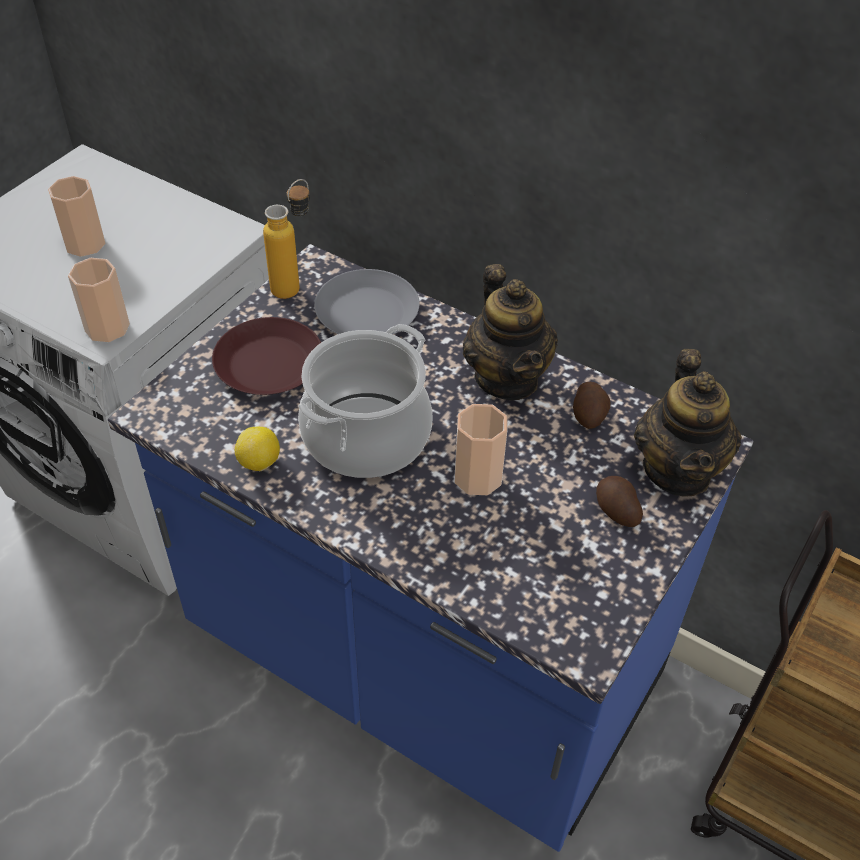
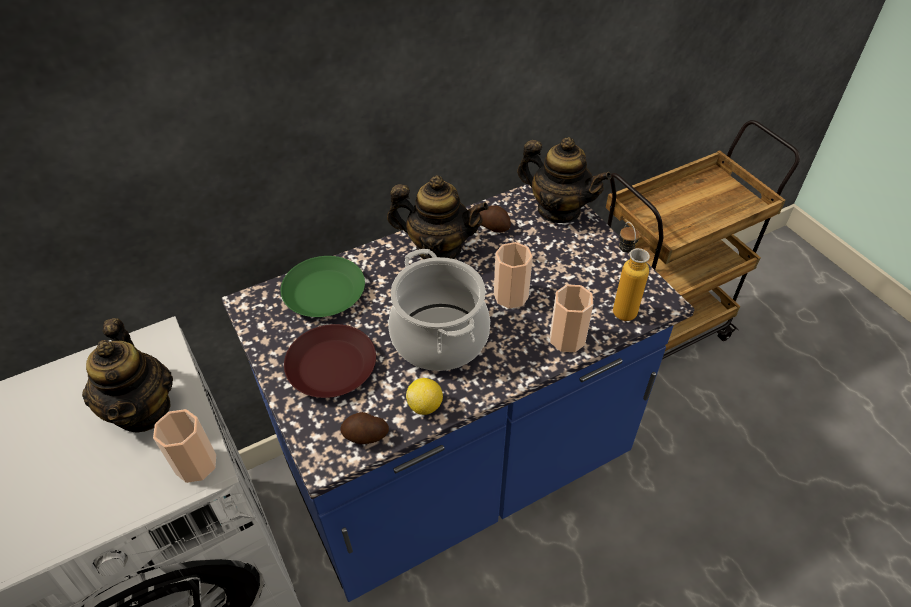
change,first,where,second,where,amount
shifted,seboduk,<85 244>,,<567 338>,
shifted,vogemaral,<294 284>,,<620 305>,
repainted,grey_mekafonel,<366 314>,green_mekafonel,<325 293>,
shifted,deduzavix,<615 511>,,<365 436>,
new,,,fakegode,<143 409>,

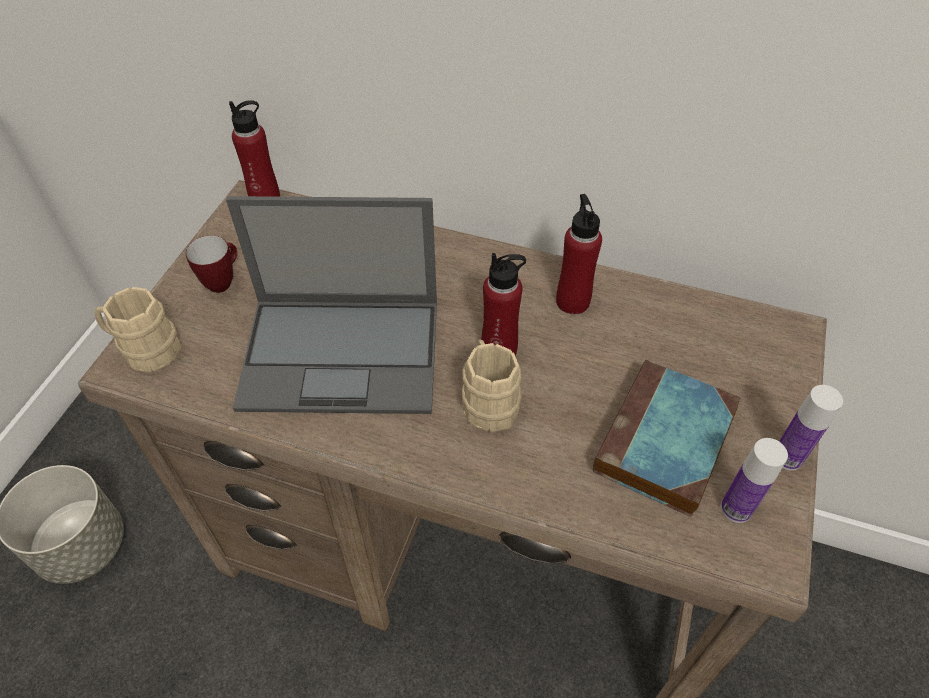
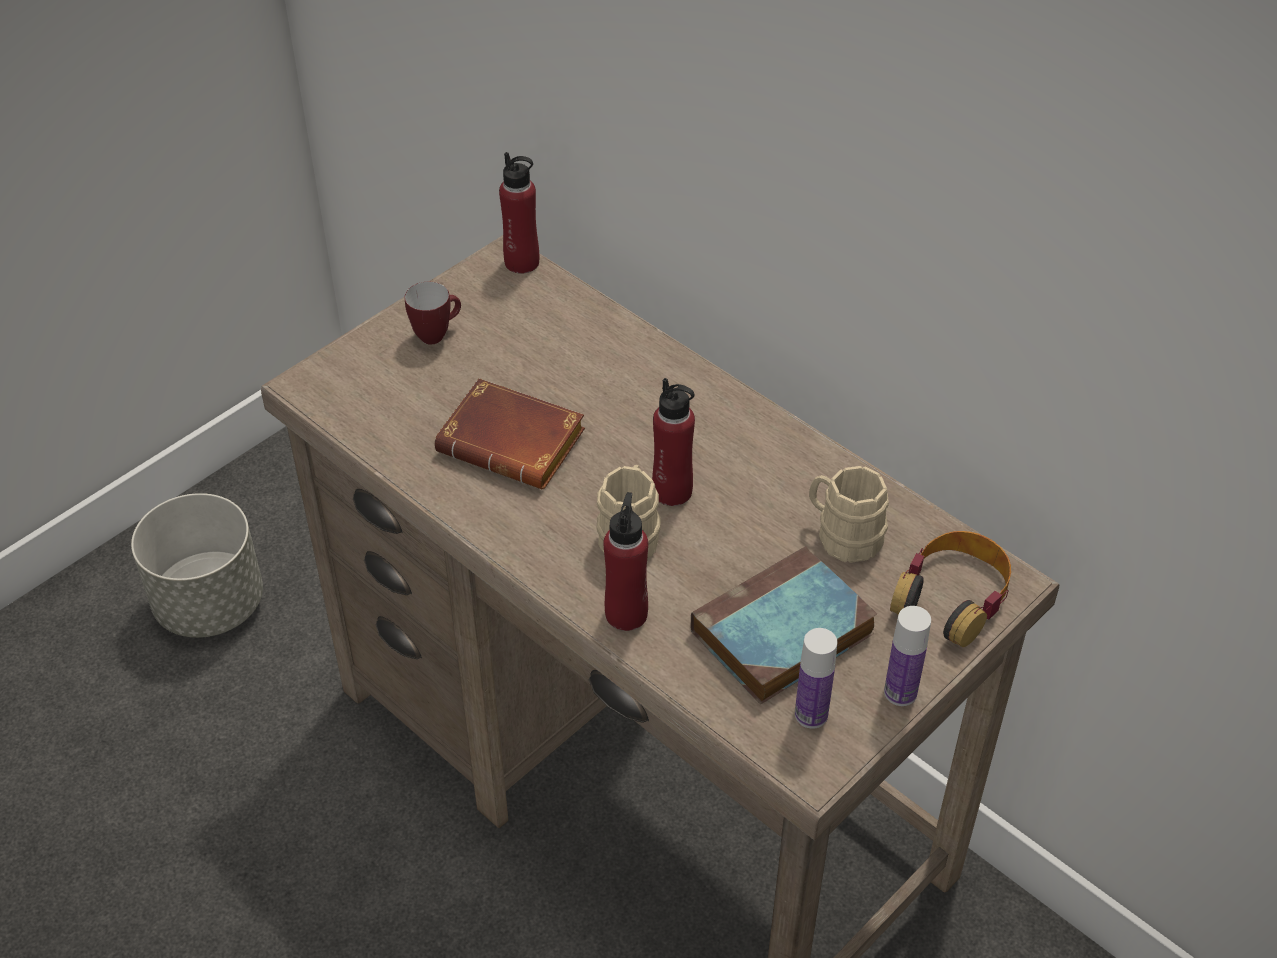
change,first,where,second,where,amount
shifted,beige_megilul,<145 350>,,<842 536>,
swapped,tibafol,<344 354>,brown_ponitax,<516 442>,
shifted,red_vogemaral,<572 301>,,<626 613>,
new,,,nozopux,<952 596>,

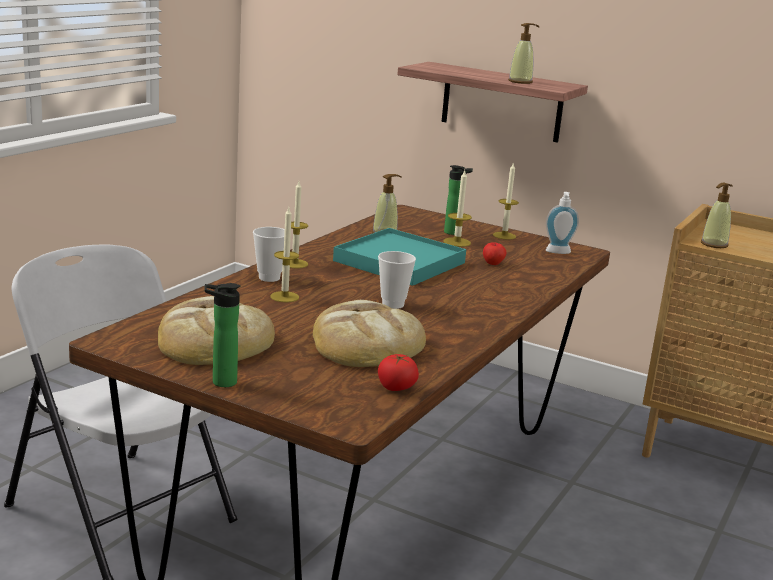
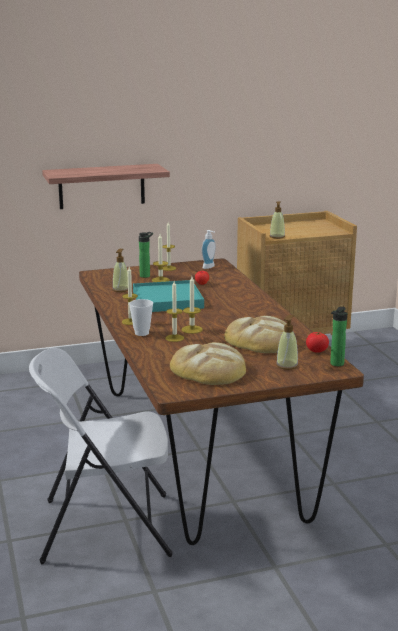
change,first,where,second,where,amount
shifted,vogemaral,<220 382>,,<336 364>,
gone,seboduk,<393 304>,,,
shifted,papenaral,<520 82>,,<287 365>,
new,,,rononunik,<192 329>,

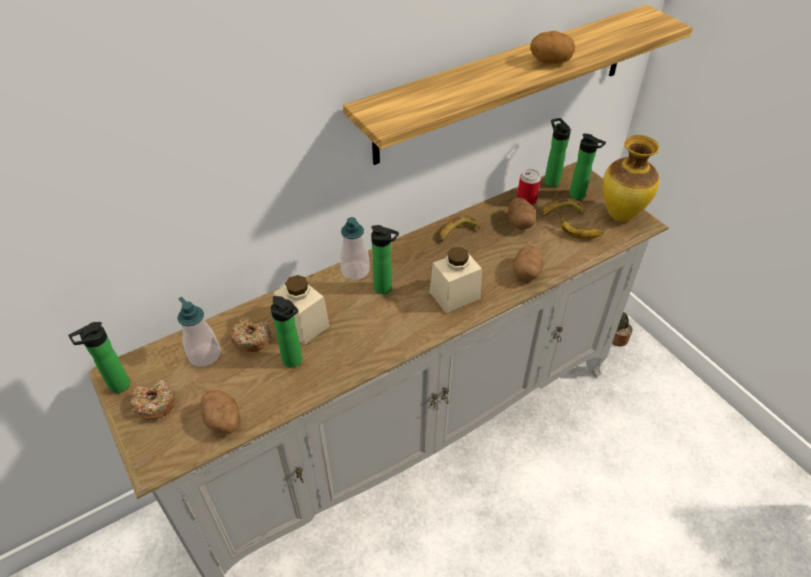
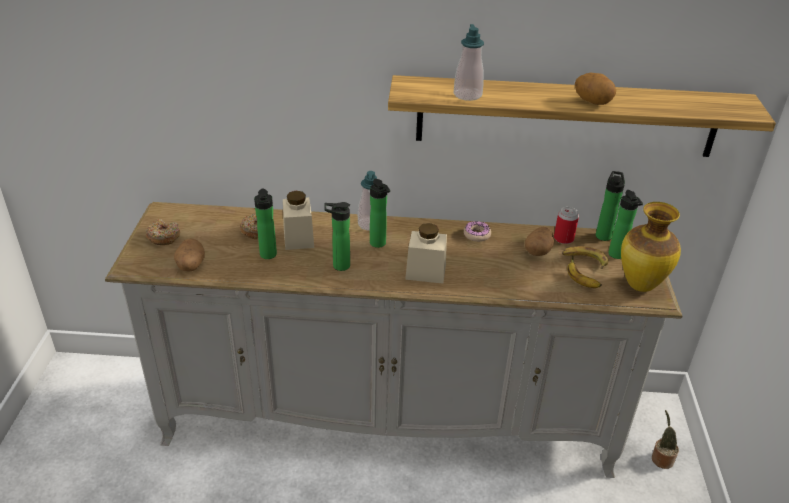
change,first,where,second,where,amount
shifted,vogemaral,<116 387>,,<338 266>,
shifted,papenaral,<204 355>,,<467 95>,
swapped,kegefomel,<457 232>,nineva,<477 235>,
gone,deduzavix,<526 272>,,,

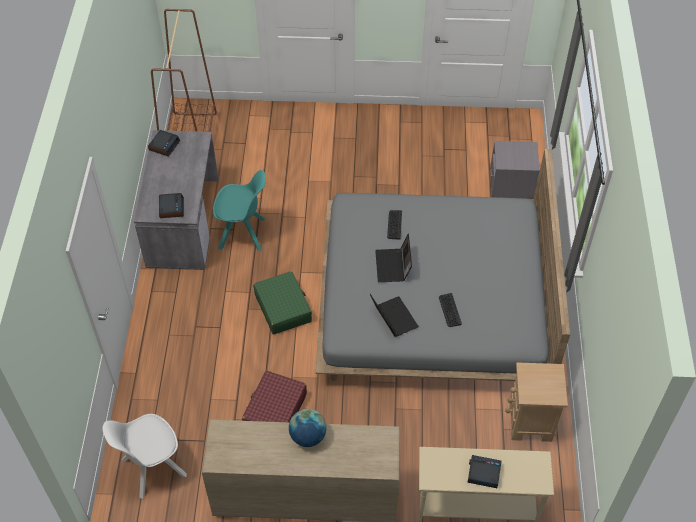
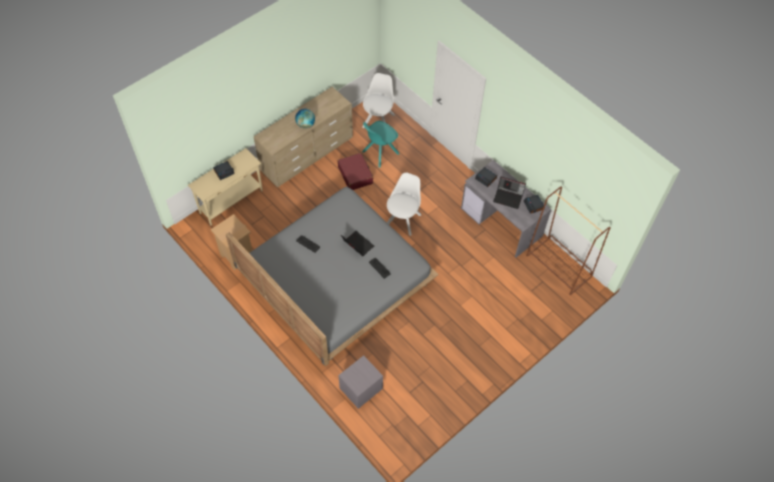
change,first,where,second,where,amount
shifted,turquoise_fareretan,<243 234>,,<380 153>,
swapped,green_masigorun,<283 308>,white_fareretan,<403 219>,
shifted,tibafol,<393 318>,,<508 197>,

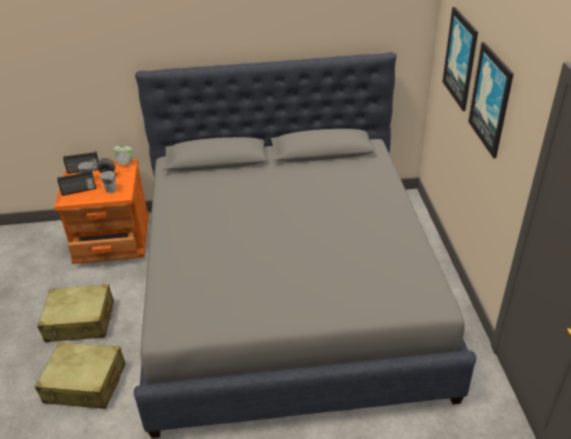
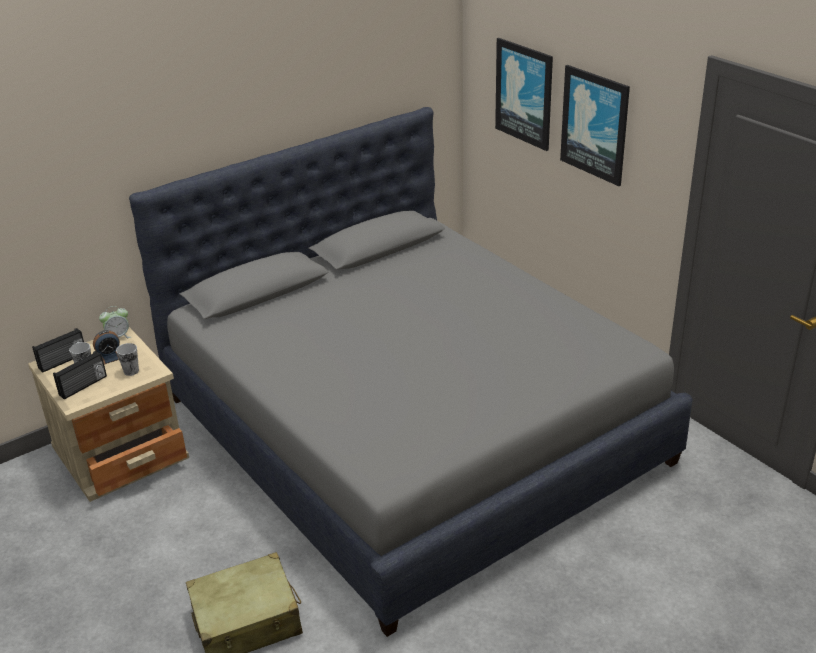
change,first,where,second,where,amount
gone,beige_masigorun,<80 321>,,,
repainted,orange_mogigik,<112 241>,beige_mogigik,<124 455>,

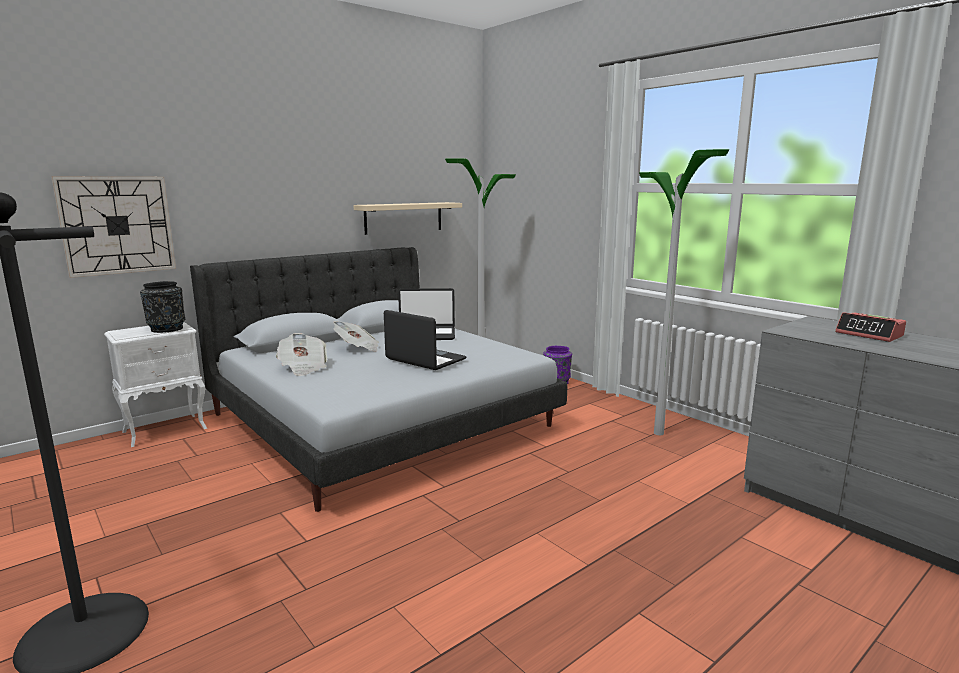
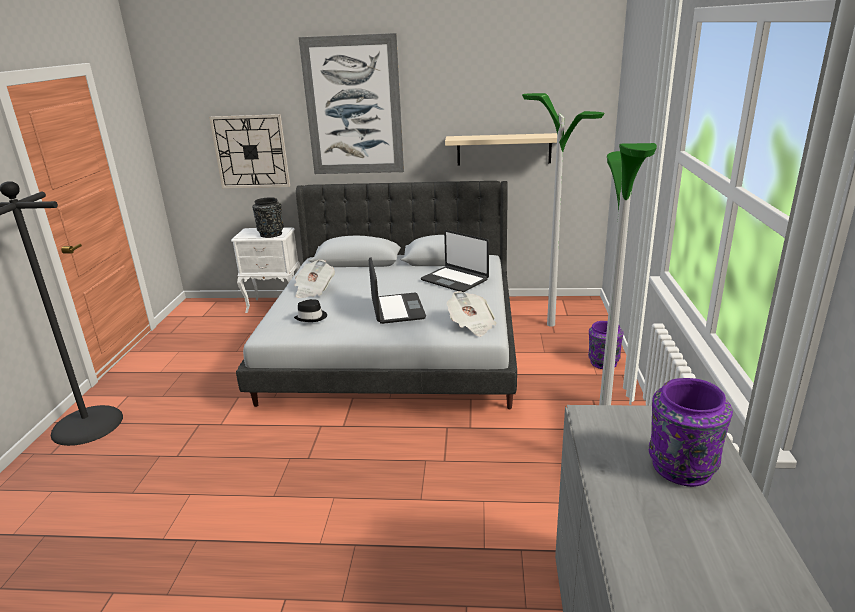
change,first,where,second,where,amount
shifted,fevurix,<358 348>,,<471 325>,
swapped,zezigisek,<869 334>,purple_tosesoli,<681 468>,
new,,,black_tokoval,<311 317>,
new,,,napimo,<353 106>,

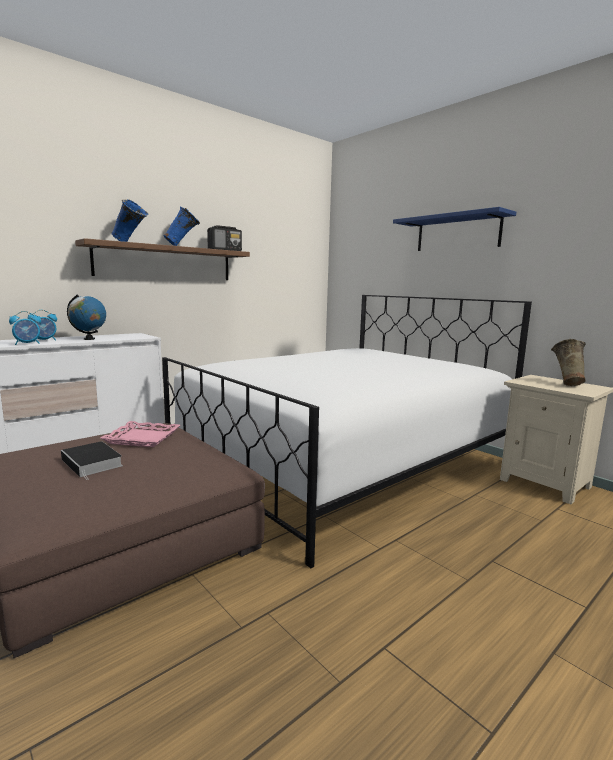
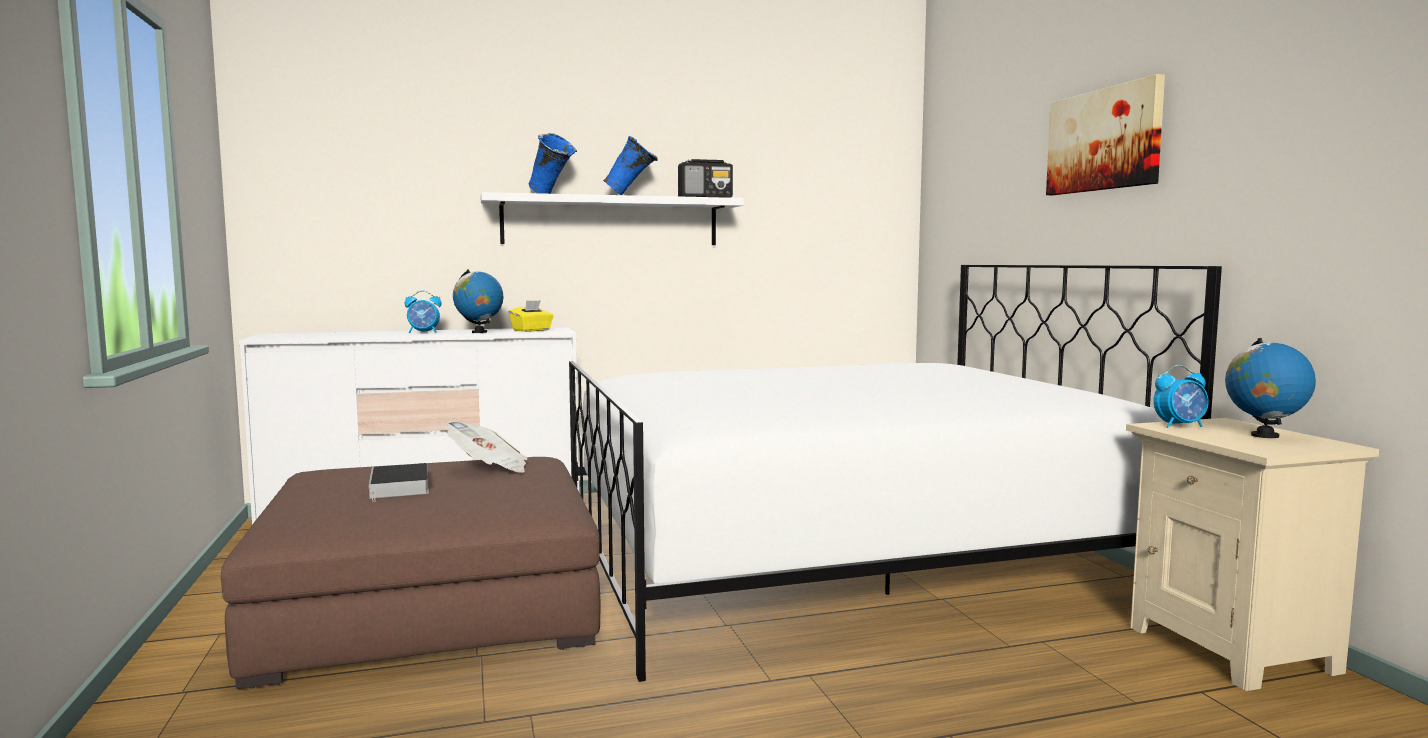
change,first,where,second,where,amount
shifted,zezigisek,<28 344>,,<1180 426>,
repainted,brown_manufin,<166 262>,white_manufin,<611 221>,
swapped,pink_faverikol,<143 438>,fevurix,<489 468>,
swapped,blue_manufin,<457 233>,napimo,<1104 140>,
swapped,beige_tosesoli,<566 384>,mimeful,<1264 436>,
new,,,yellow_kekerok,<532 330>,

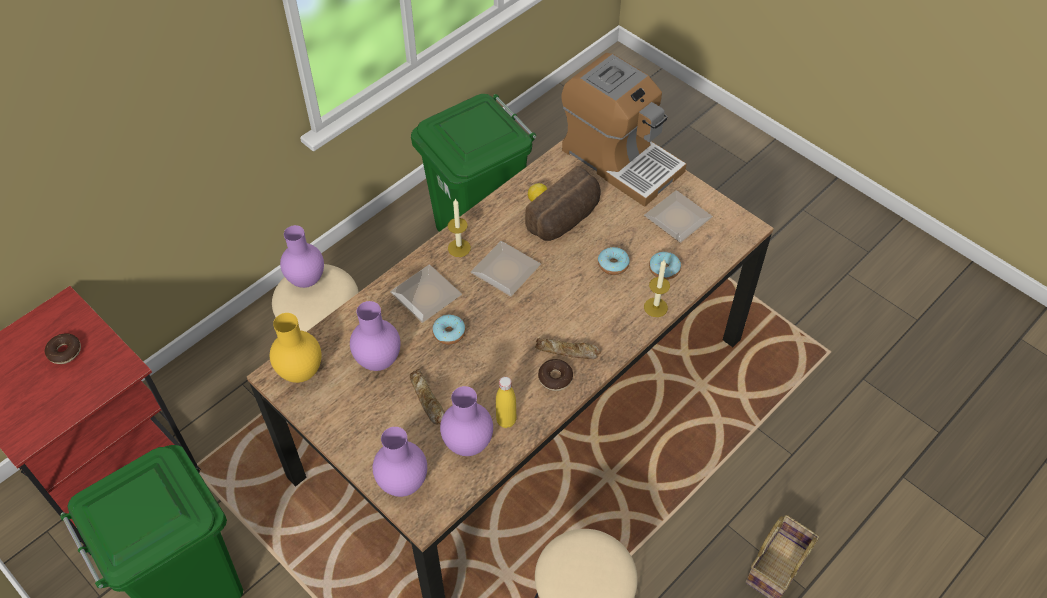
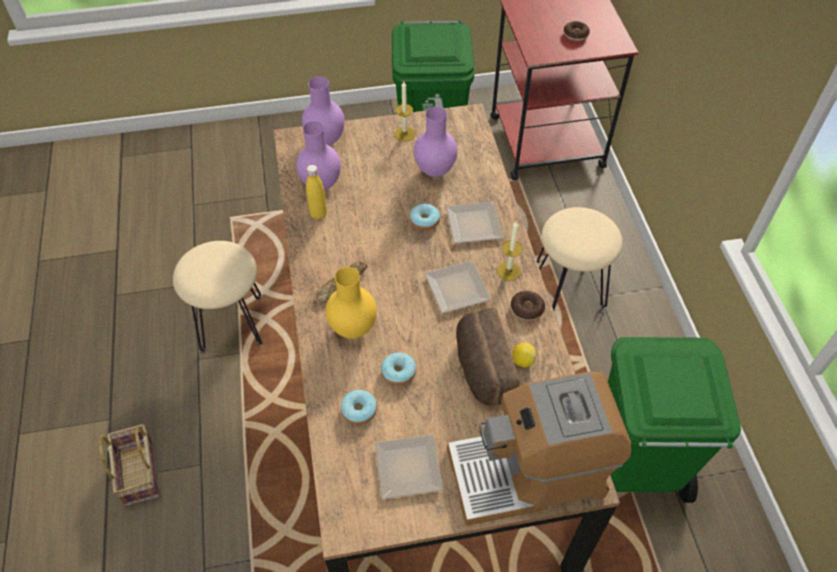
change,first,where,second,where,amount
shifted,yellow_tosesoli,<301 373>,,<352 328>,
gone,purple_tosesoli,<306 279>,,,
gone,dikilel,<427 400>,,,
shifted,nineva,<555 378>,,<526 309>,
shifted,rononunik,<655 307>,,<404 134>,

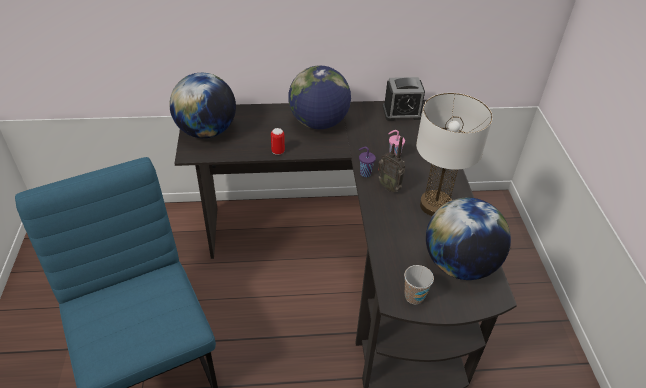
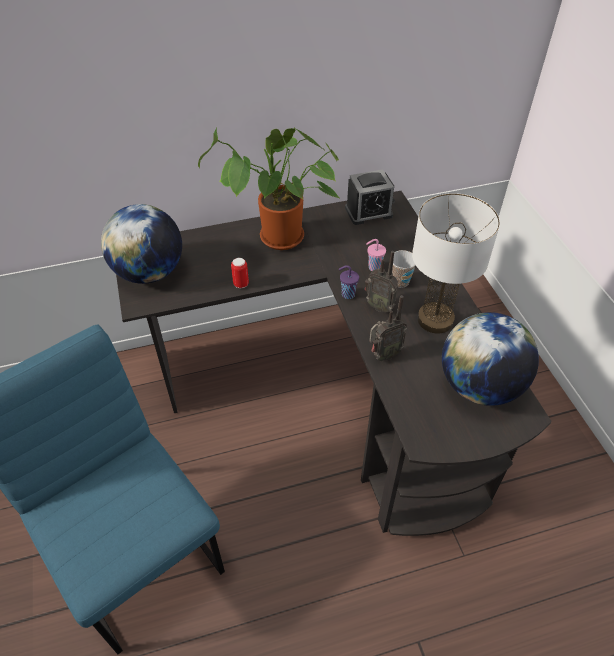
change,first,where,second,where,amount
swapped,mimeful,<319 123>,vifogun,<278 240>,
shifted,seboduk,<414 296>,,<400 281>,
new,,,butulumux,<383 355>,

